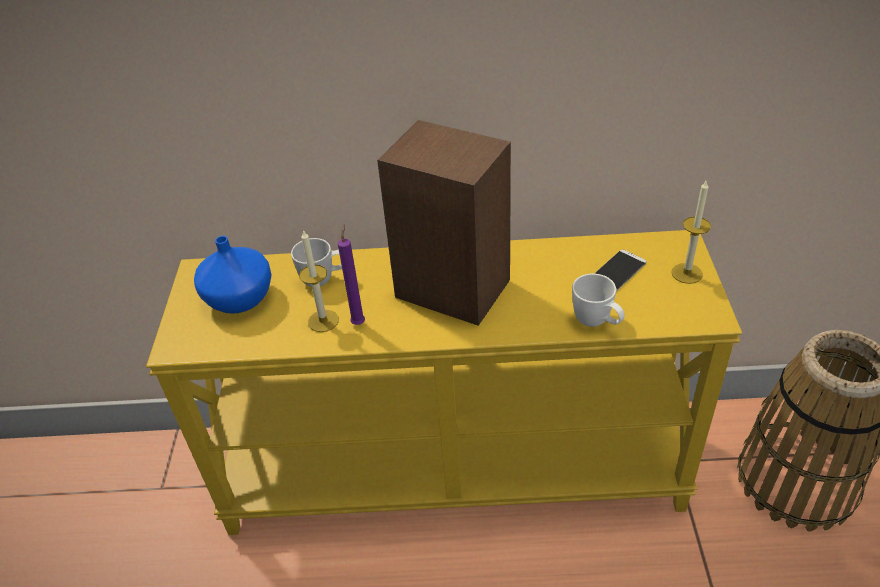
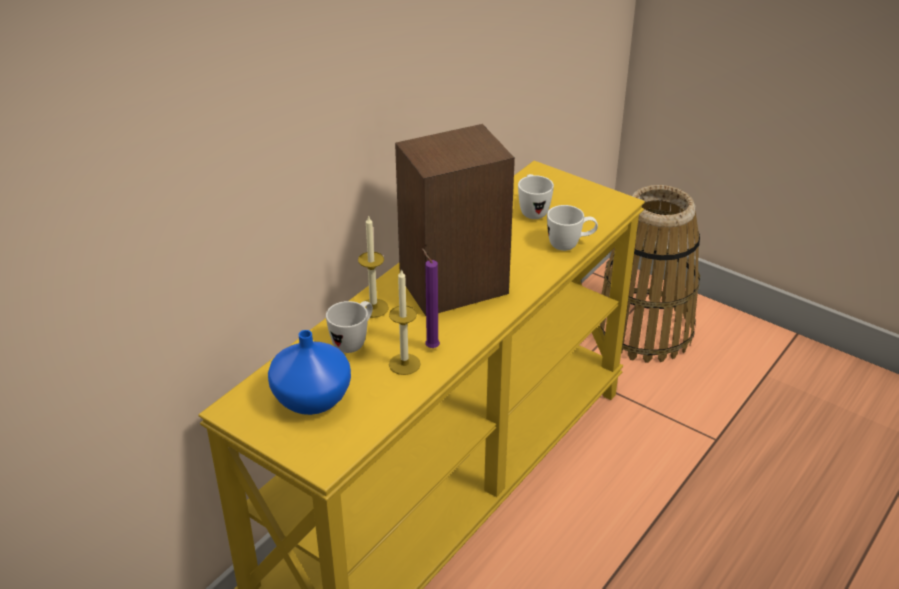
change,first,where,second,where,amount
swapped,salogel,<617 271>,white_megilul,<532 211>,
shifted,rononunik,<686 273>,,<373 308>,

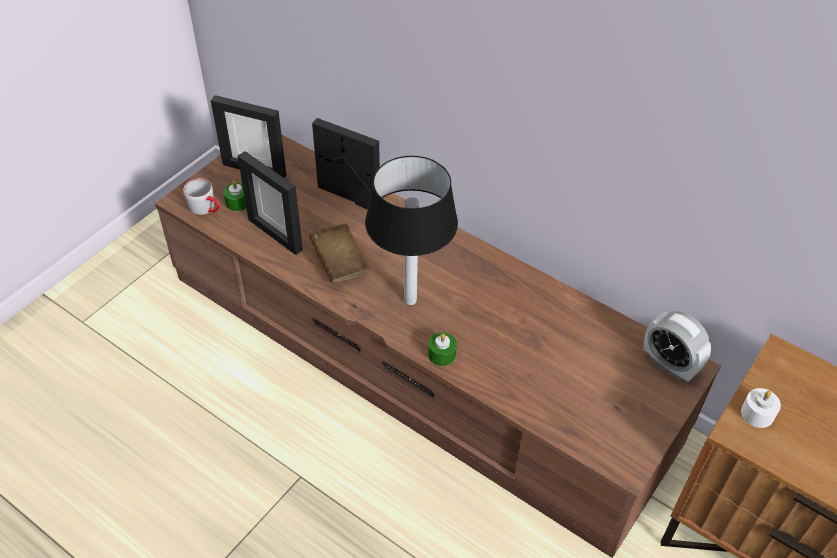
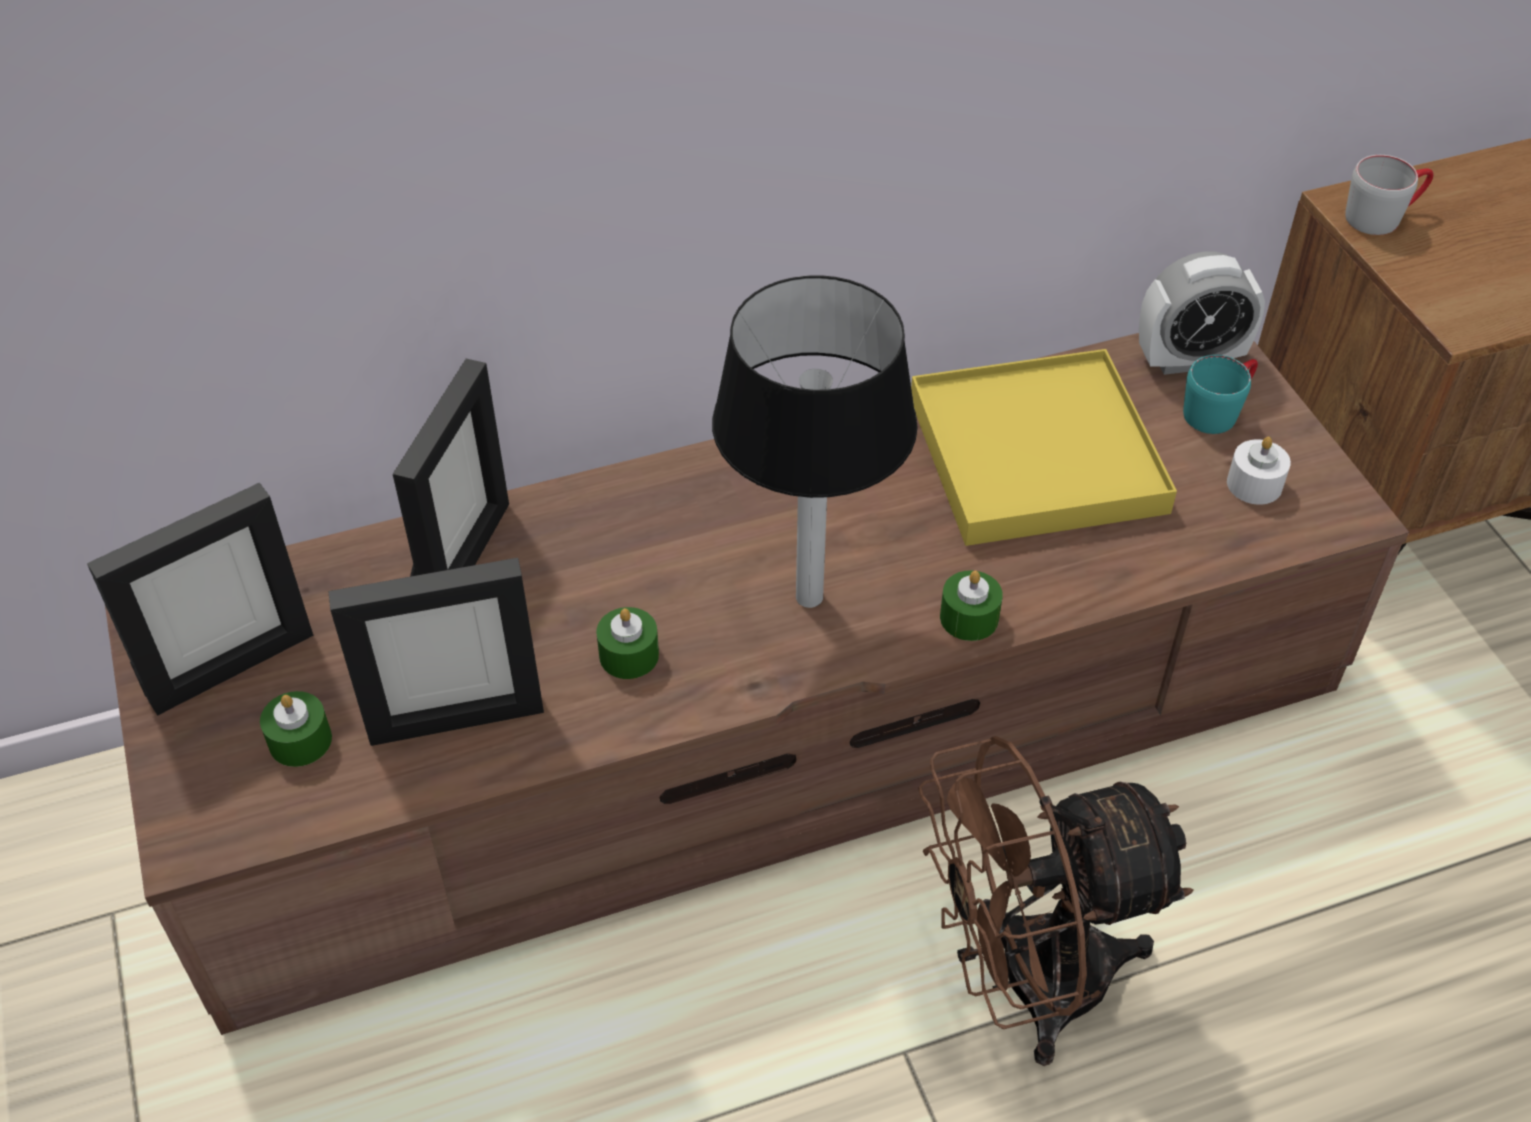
change,first,where,second,where,amount
shifted,grey_megilul,<206 209>,,<1383 215>,
swapped,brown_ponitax,<339 263>,green_rononunik,<629 655>,
rotated,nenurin,<348 197>,,<464 556>,135 degrees clockwise
shifted,white_rononunik,<757 413>,,<1254 484>,
new,,,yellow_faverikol,<1036 455>,
new,,,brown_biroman,<1025 981>,
new,,,turquoise_megilul,<1218 409>,

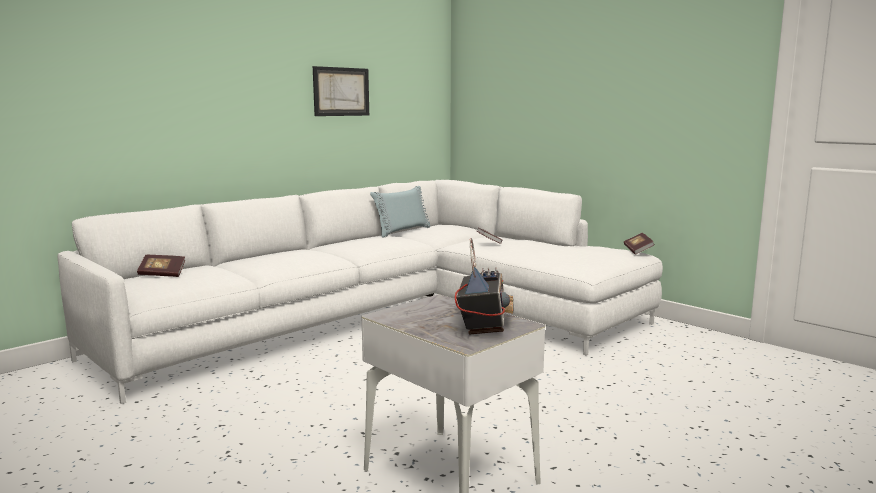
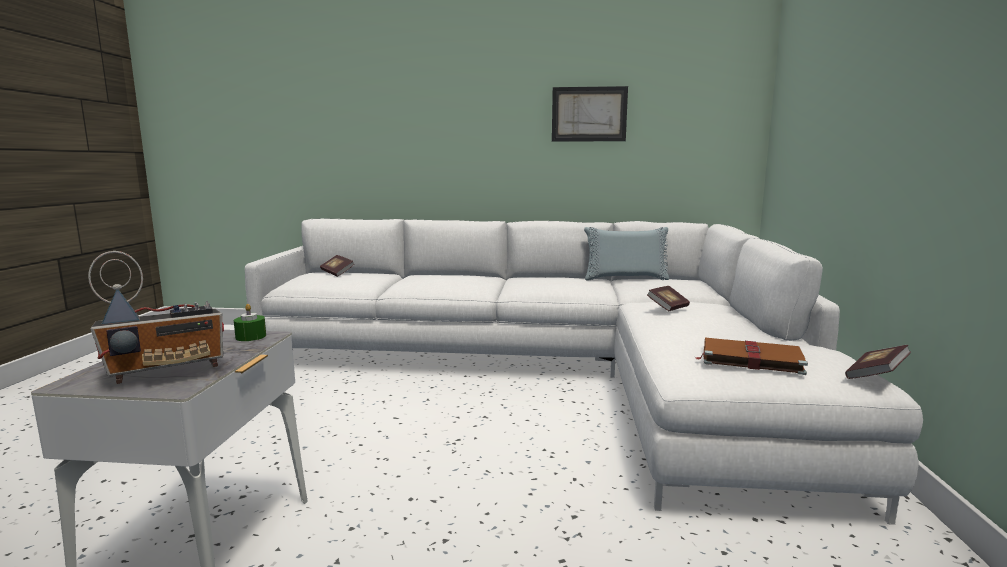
change,first,where,second,where,amount
new,,,green_rononunik,<251 336>,
new,,,brown_ponitax,<749 359>,

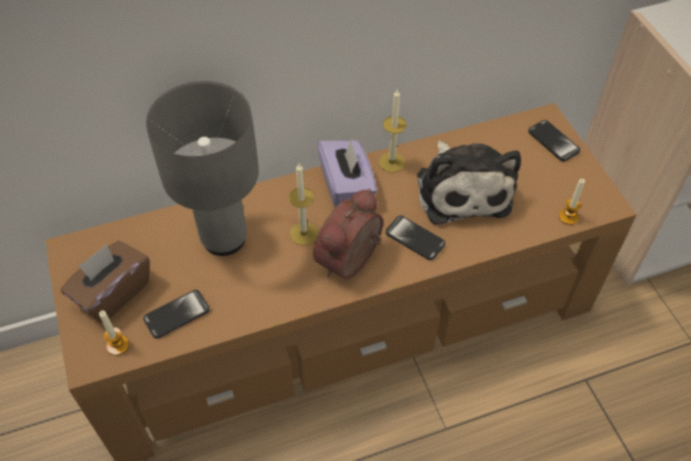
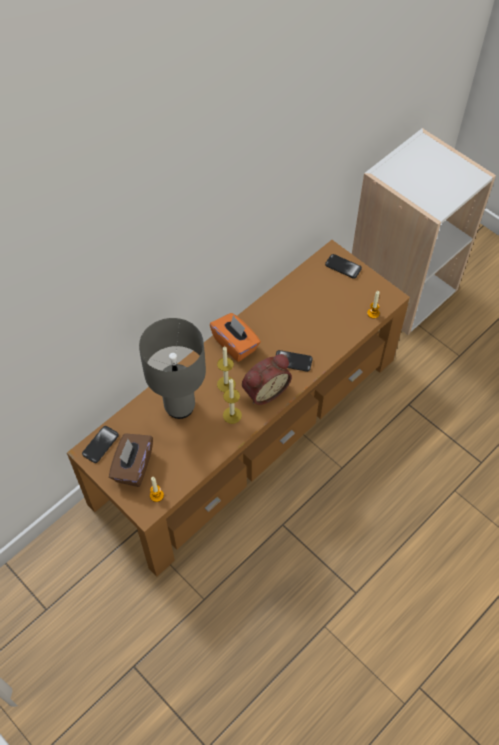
change,first,where,second,where,amount
shifted,salogel,<177 315>,,<100 445>,
rotated,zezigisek,<352 262>,,<264 390>,135 degrees counterclockwise
repainted,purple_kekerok,<347 187>,orange_kekerok,<235 344>,
shifted,rononunik,<392 162>,,<232 415>,
gone,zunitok,<462 189>,,,

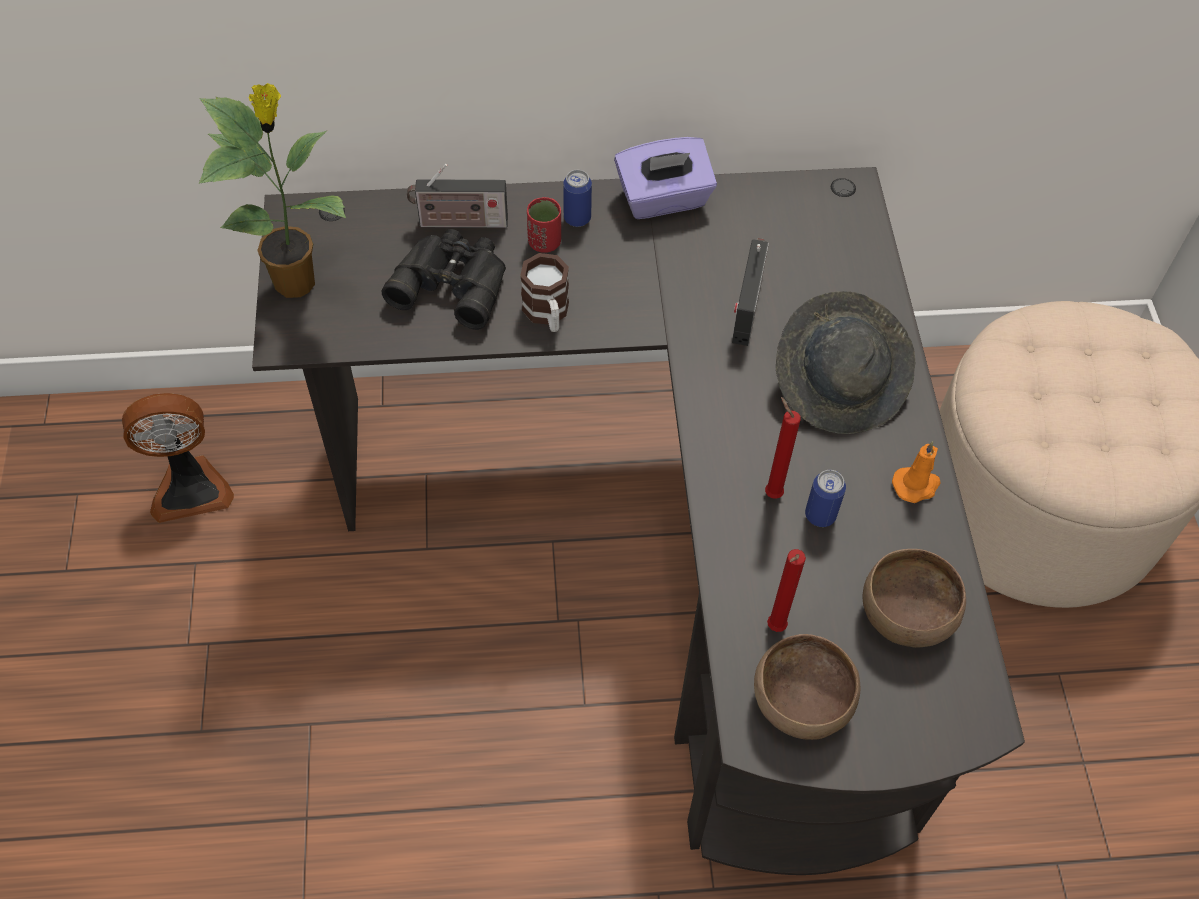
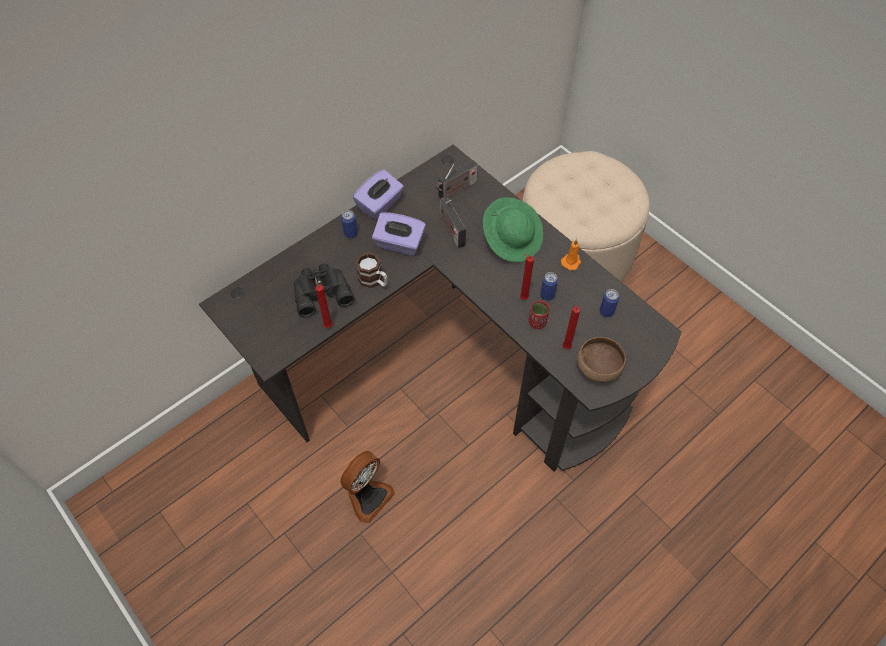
change,first,where,second,where,amount
shifted,biroman,<190 487>,,<367 496>,
gone,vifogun,<298 282>,,,
shifted,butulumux,<459 223>,,<456 190>,
shifted,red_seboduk,<544 242>,,<537 322>,
repainted,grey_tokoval,<840 383>,green_tokoval,<512 239>,
swapped,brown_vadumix,<905 613>,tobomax,<606 312>,
new,,,red_rononunik,<327 325>,
new,,,purple_kekerok,<399 244>,

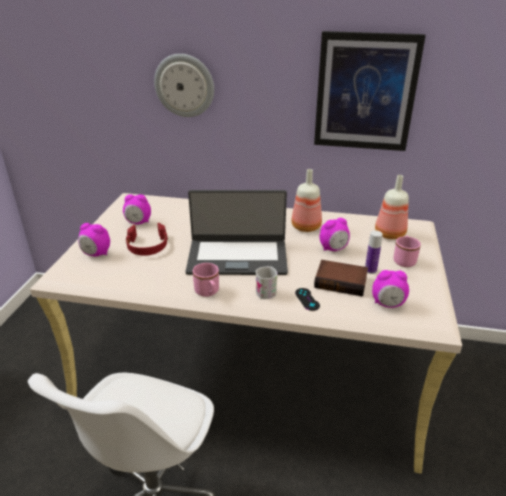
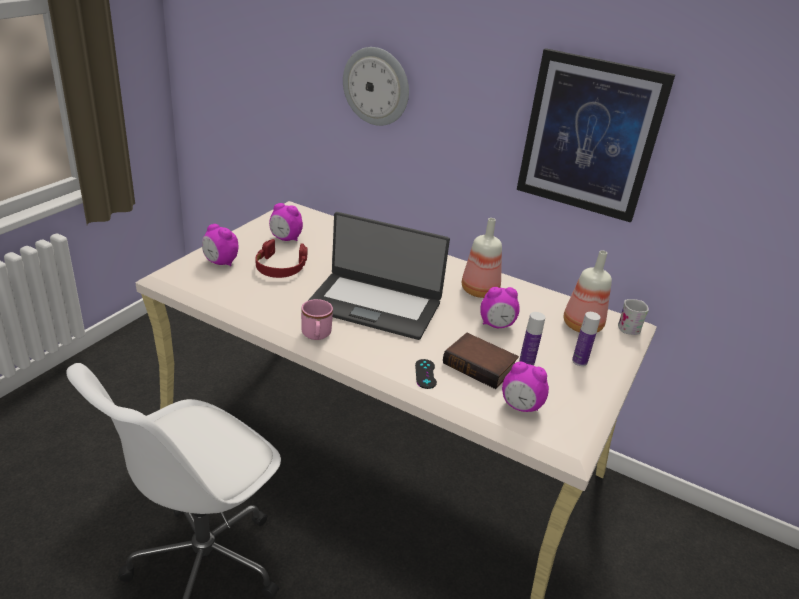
change,first,where,second,where,amount
shifted,white_megilul,<264 291>,,<627 326>,
swapped,pink_megilul,<404 260>,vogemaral,<579 361>,

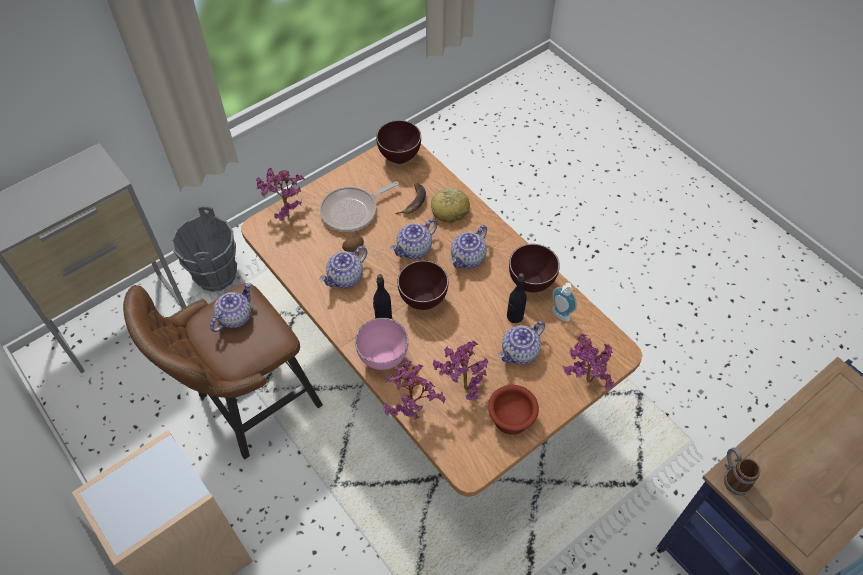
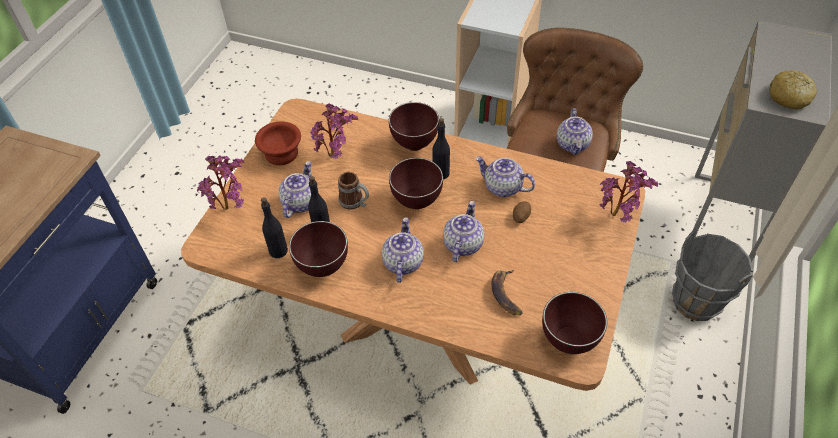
change,first,where,second,where,amount
rotated,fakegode,<345 278>,,<502 187>,75 degrees counterclockwise
gone,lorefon,<352 211>,,,
repainted,pink_vadumix,<384 360>,brown_vadumix,<413 144>,
gone,vifogun,<411 408>,,,
shifted,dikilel,<450 210>,,<789 97>,
swapped,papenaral,<559 316>,black_vogemaral,<278 250>,
shifted,megilul,<733 477>,,<355 203>,

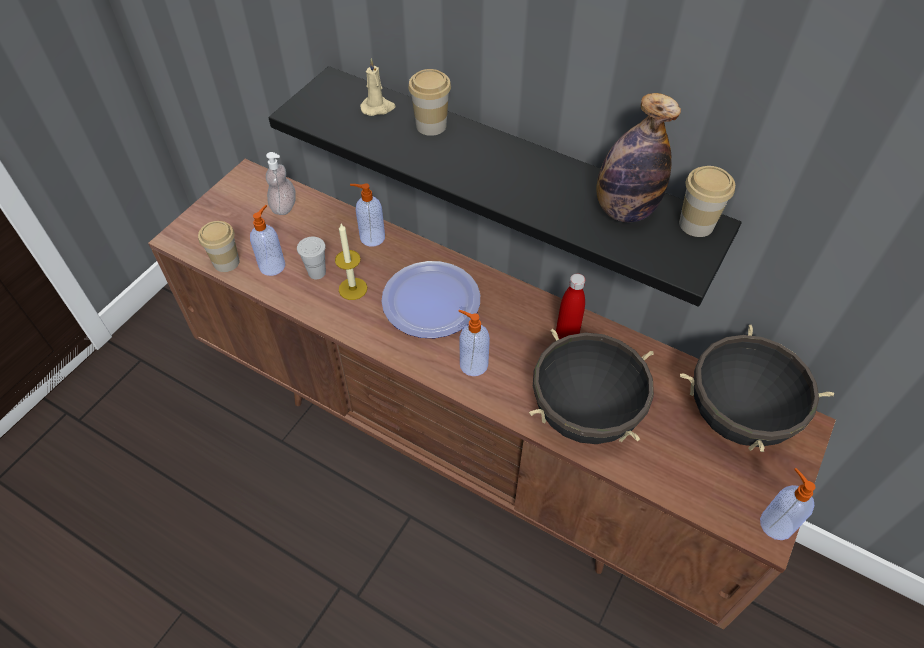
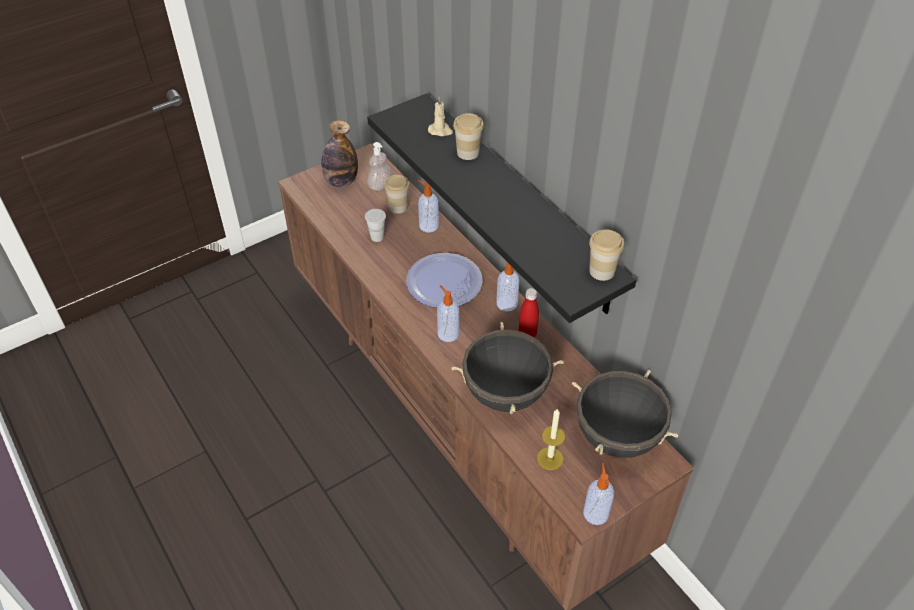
change,first,where,second,where,amount
shifted,seboduk,<226 262>,,<398 207>,
shifted,papenaral,<273 265>,,<507 303>,
shifted,rononunik,<353 288>,,<550 458>,
shifted,vogemaral,<624 210>,,<341 181>,

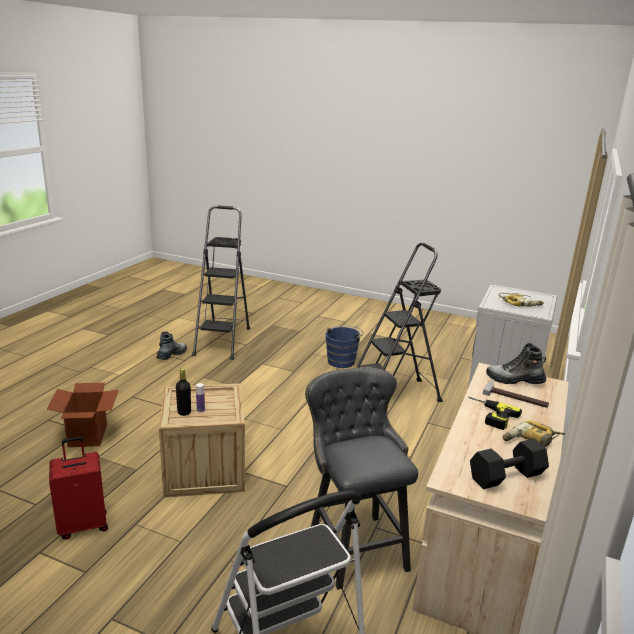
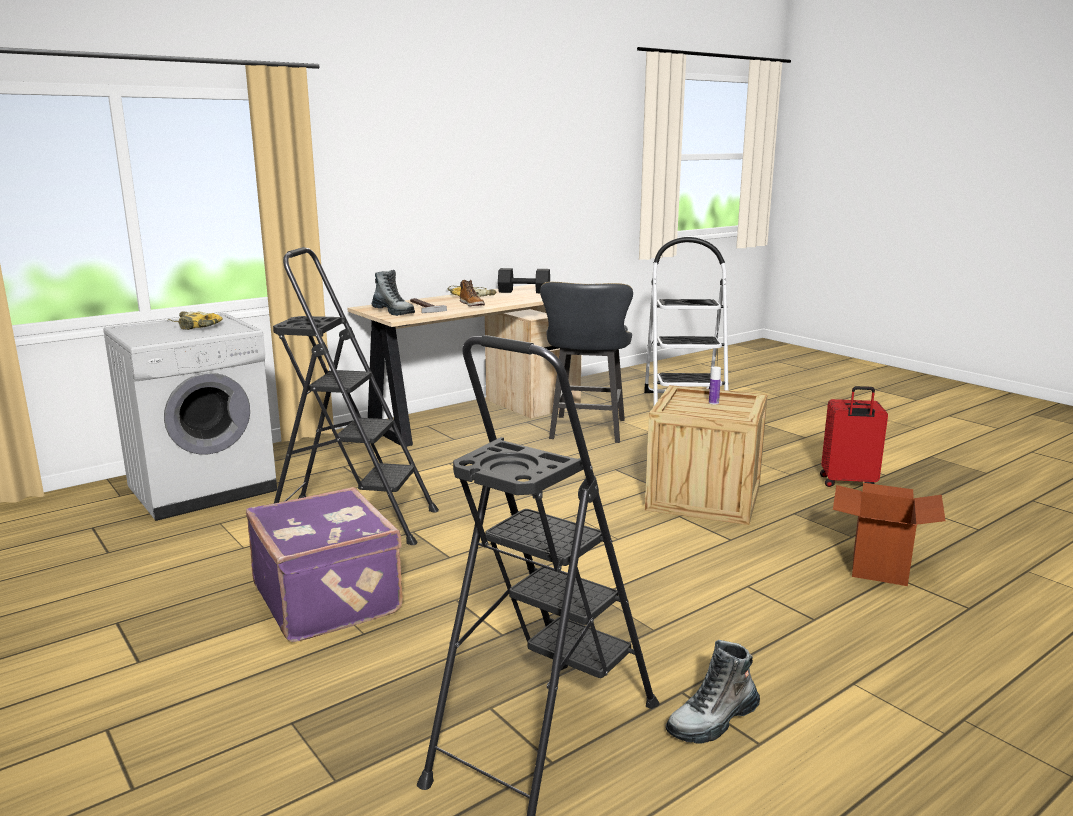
change,first,where,second,where,amount
gone,black_vogemaral,<184 412>,,,
swapped,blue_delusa,<342 361>,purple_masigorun,<329 598>,
swapped,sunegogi,<488 415>,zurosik,<472 304>,

